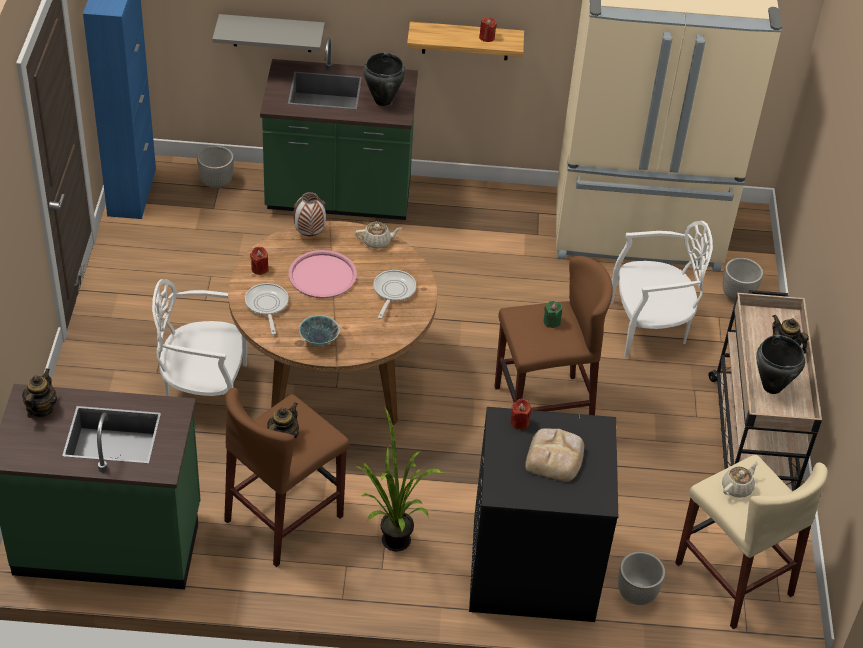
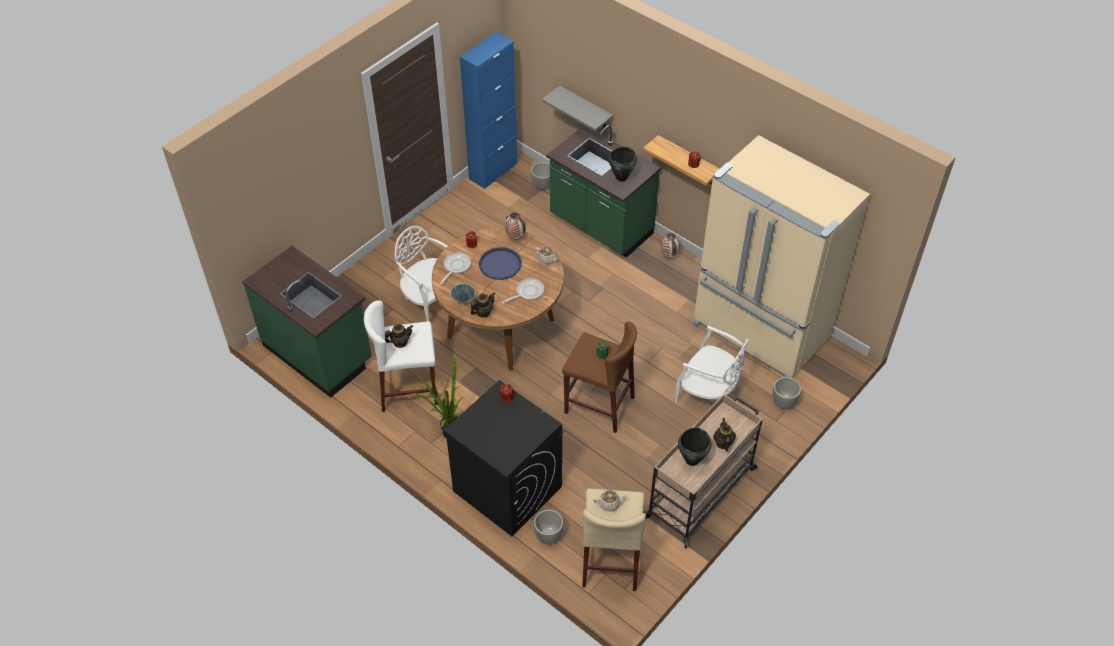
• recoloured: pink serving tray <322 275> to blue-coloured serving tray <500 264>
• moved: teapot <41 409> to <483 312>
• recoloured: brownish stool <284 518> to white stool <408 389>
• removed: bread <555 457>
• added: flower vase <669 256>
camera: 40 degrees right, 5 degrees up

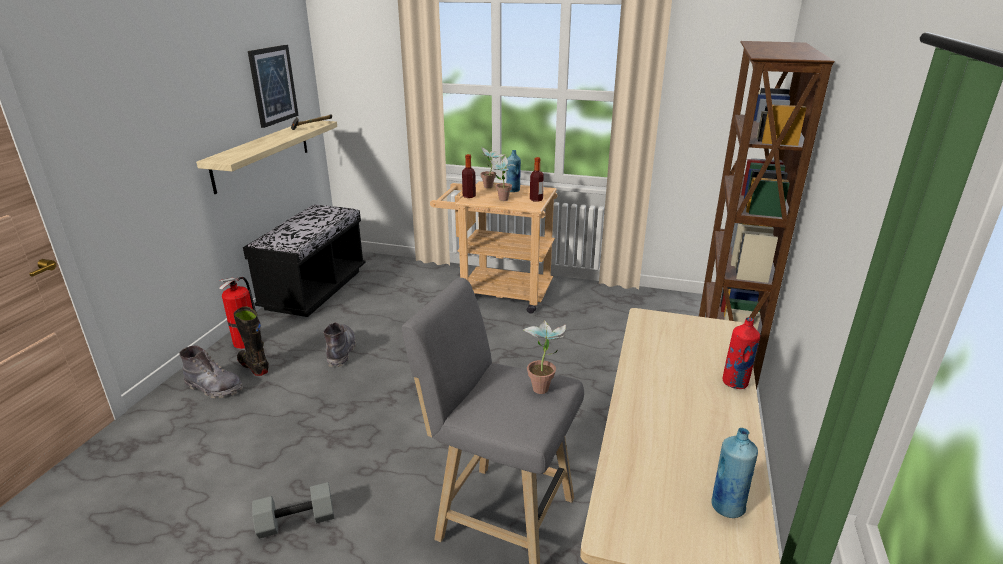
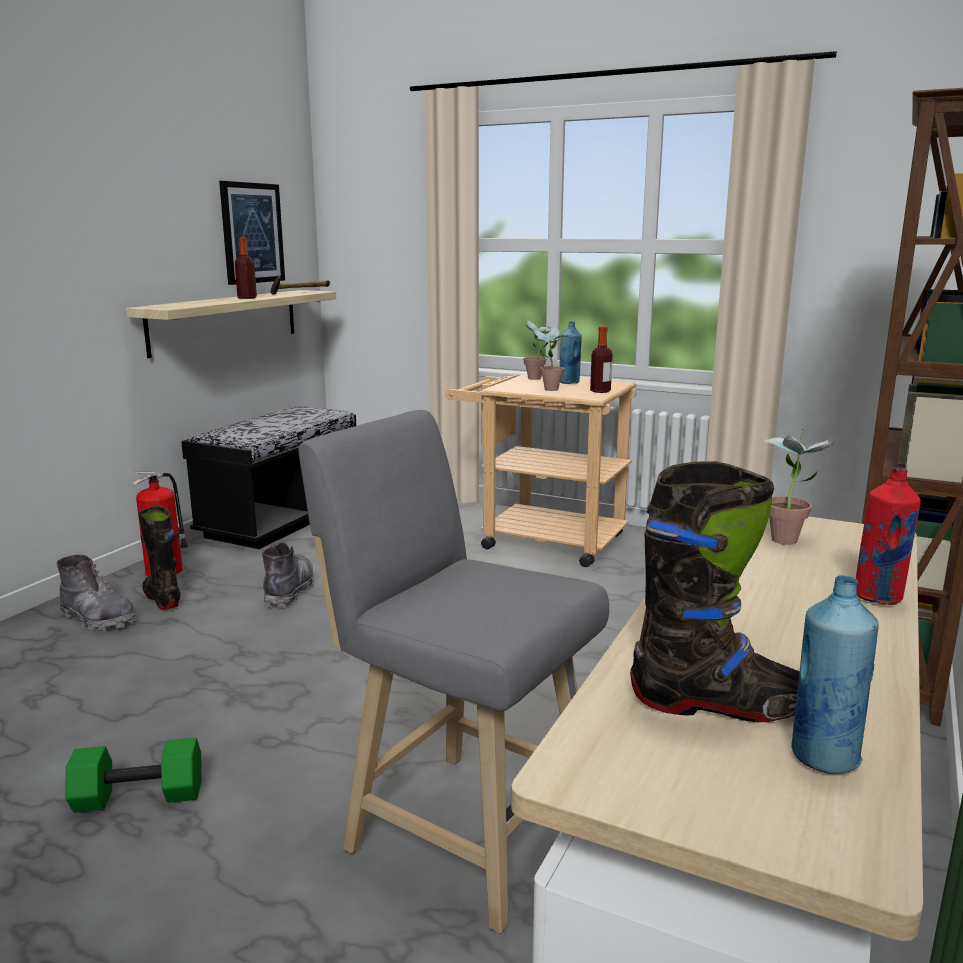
• moved: bottle <469 196> to <247 298>
• moved: houseplant <544 386> to <789 537>
• recoloured: greyish free weight <295 522> to green-coloured free weight <137 798>
• added: black boot <721 705>
camera: 10 degrees right, 10 degrees down

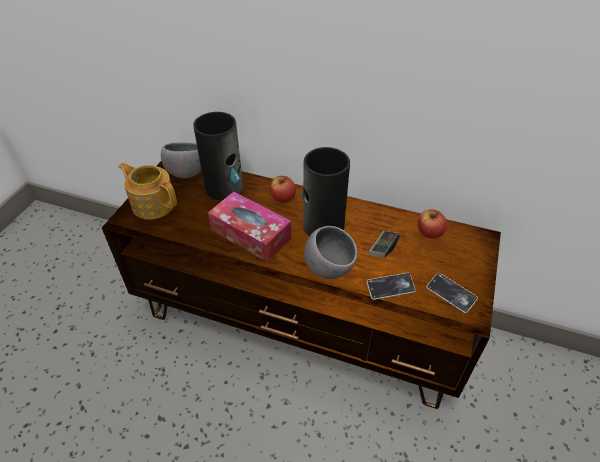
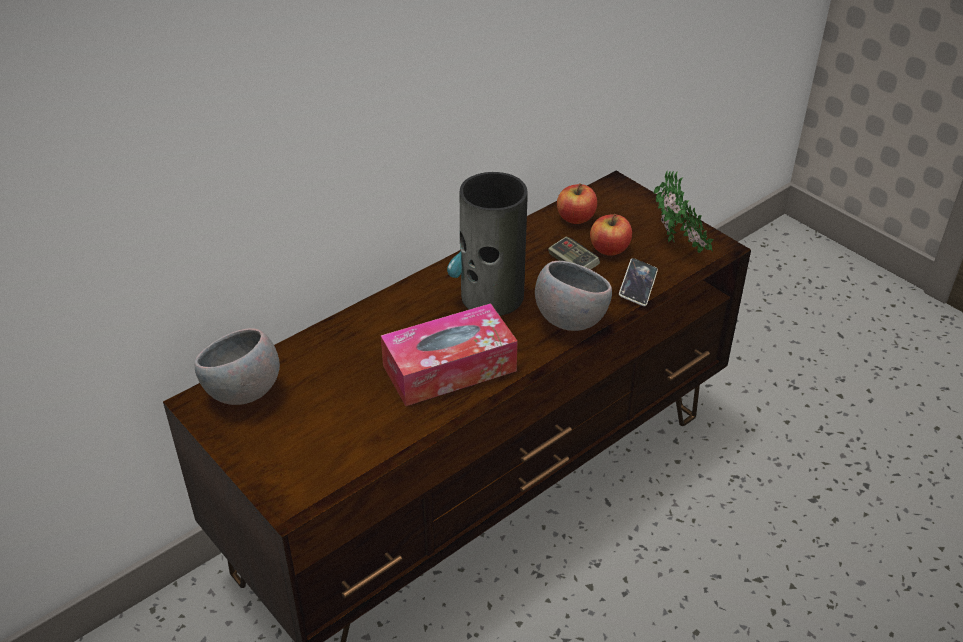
• removed: flower vase <224 187>
• removed: teapot <153 203>
• moved: whole apple <283 197> to <609 249>
• replaced: handset <450 294> to houseplant <678 246>
camera: 60 degrees left, 5 degrees down

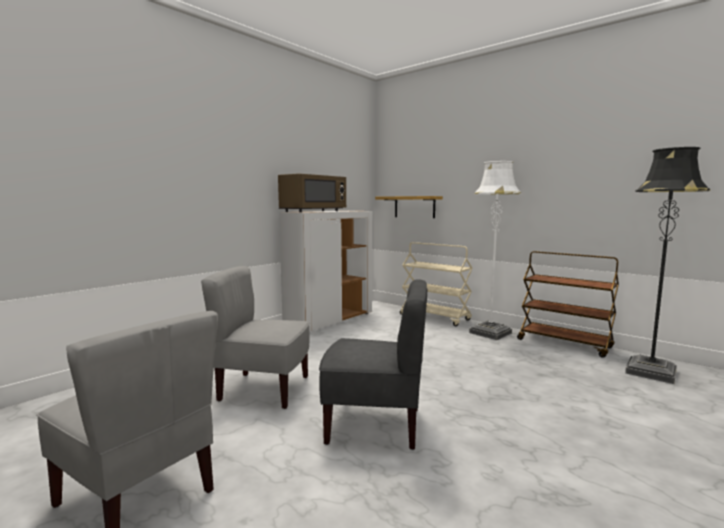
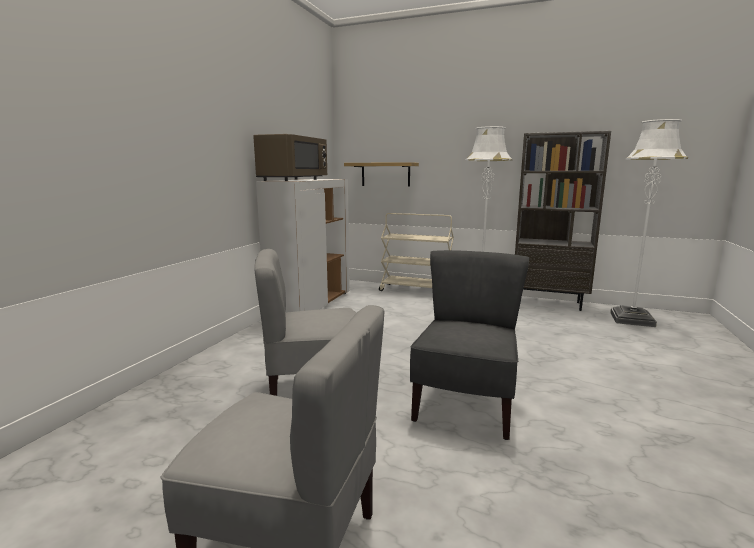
• recoloured: black standard lamp <651 372> to white standard lamp <632 319>
• replaced: brownish cart <564 344> to brownish shelving unit <549 303>
• turned: greyish plain chair <375 424> = <465 406> 60 degrees counterclockwise
camera: 20 degrees left, 5 degrees up

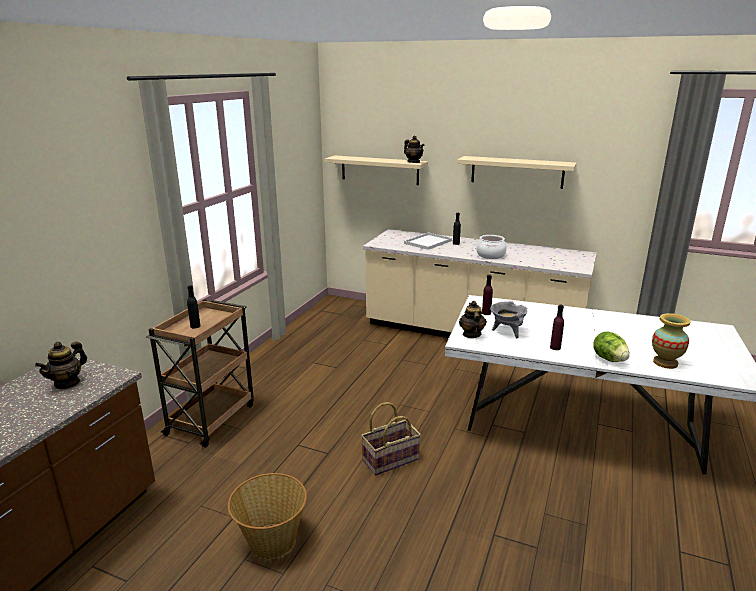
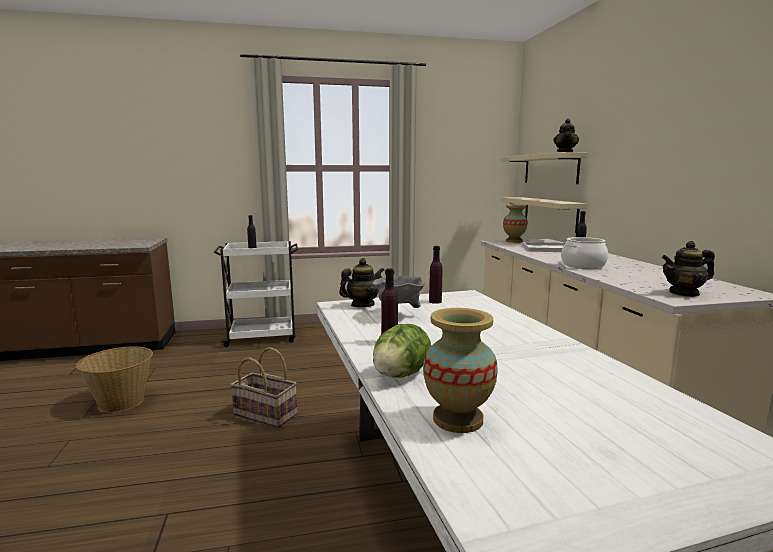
• moved: beige shelf <517 172> to <550 213>
• recoloured: brownish cart <212 418> to white cart <263 337>
• moved: teapot <67 383> to <684 293>
• added: flower vase <514 241>
camera: 55 degrees right, 10 degrees down

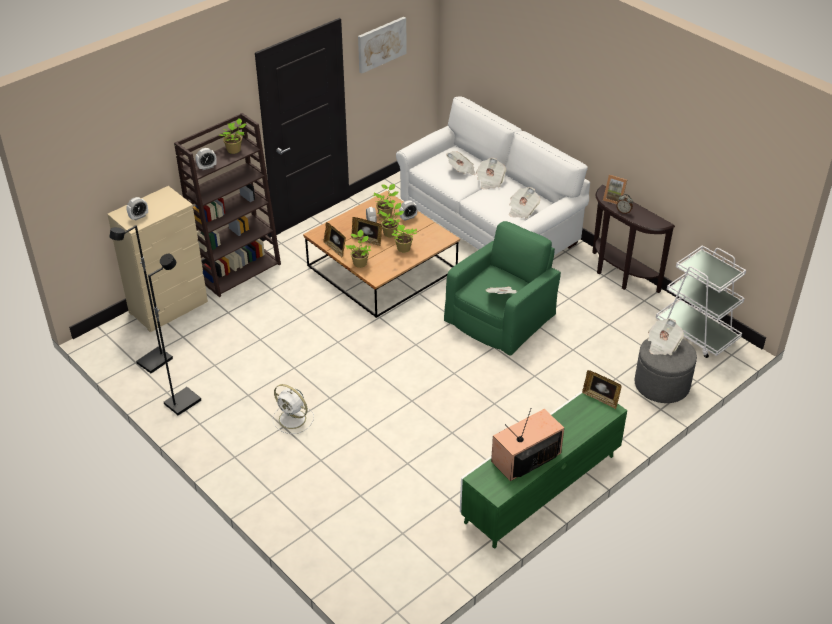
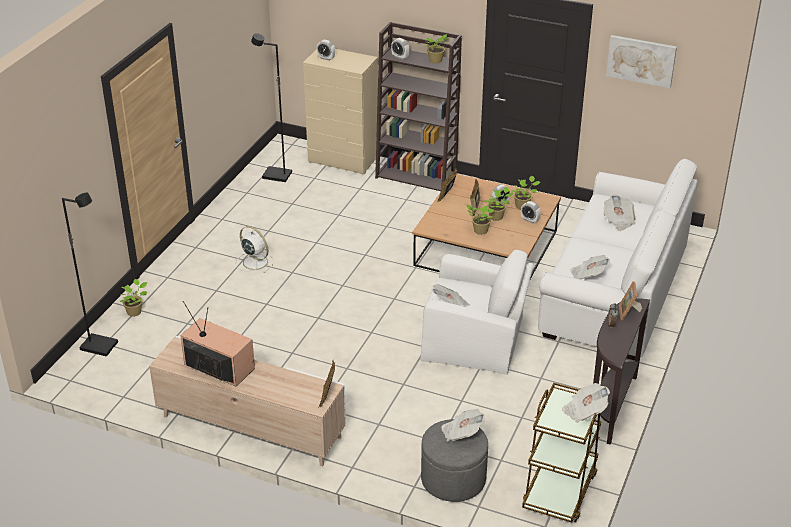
• moved: daily paper <490 181> to <584 411>
• recoloured: green-coloured lounge chair <501 316> to white lounge chair <474 339>
• moved: houseplant <360 263> to <135 312>
• recoloured: white cart <697 333> to brownish cart <559 490>
• moved: black standard lamp <182 402> to <100 346>
• turned: white fan <293 419> = <254 262> 120 degrees clockwise
• recoloured: green-coloured tv stand <540 489> to beige tv stand <251 427>
camera: 65 degrees right, 5 degrees down

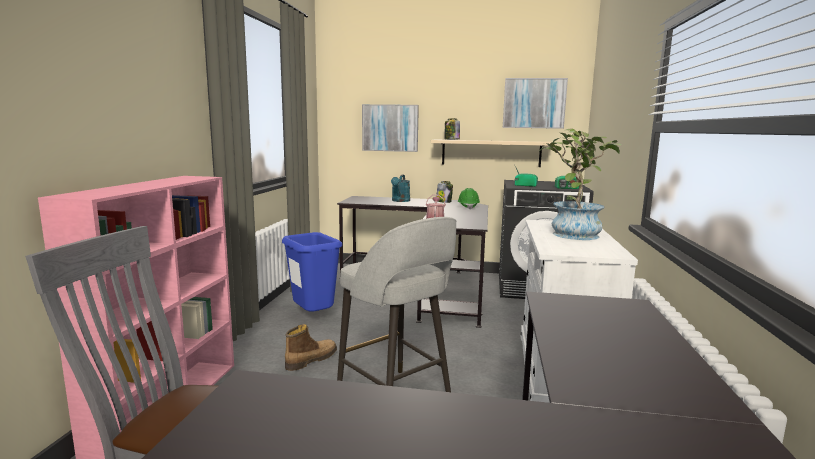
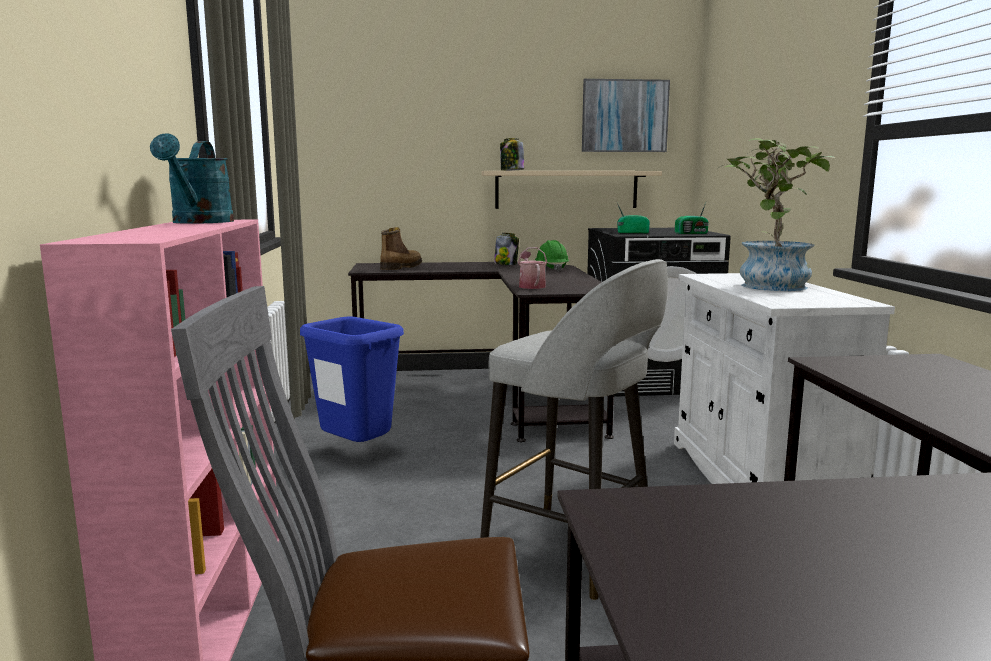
• removed: wall art <390 128>
• moved: turquoise-coloured watering can <400 201> to <199 222>
• moved: boot <311 360> to <400 267>
camera: 15 degrees left, 0 degrees up

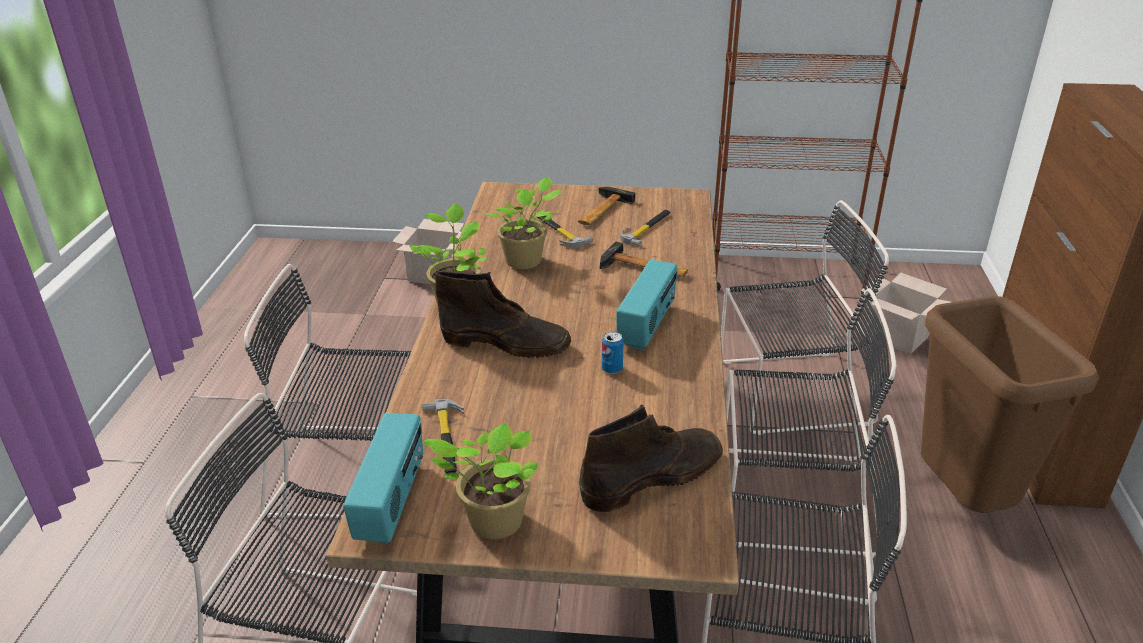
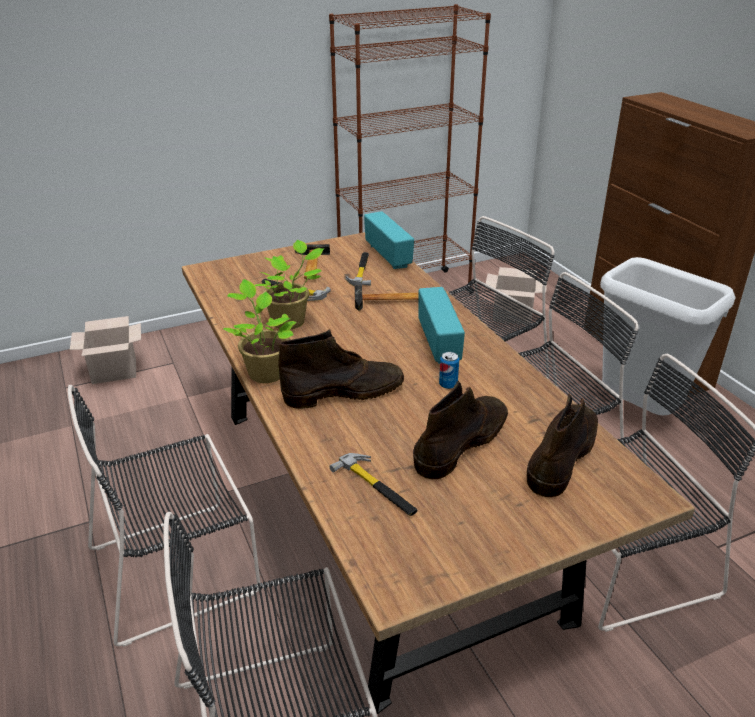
• recoloured: brownish trash can <963 500> to white trash can <639 412>
• moved: radio set <392 502> to <389 256>
• removed: houseplant <491 523>
• added: brownish boot <462 442>
camera: 30 degrees left, 0 degrees up

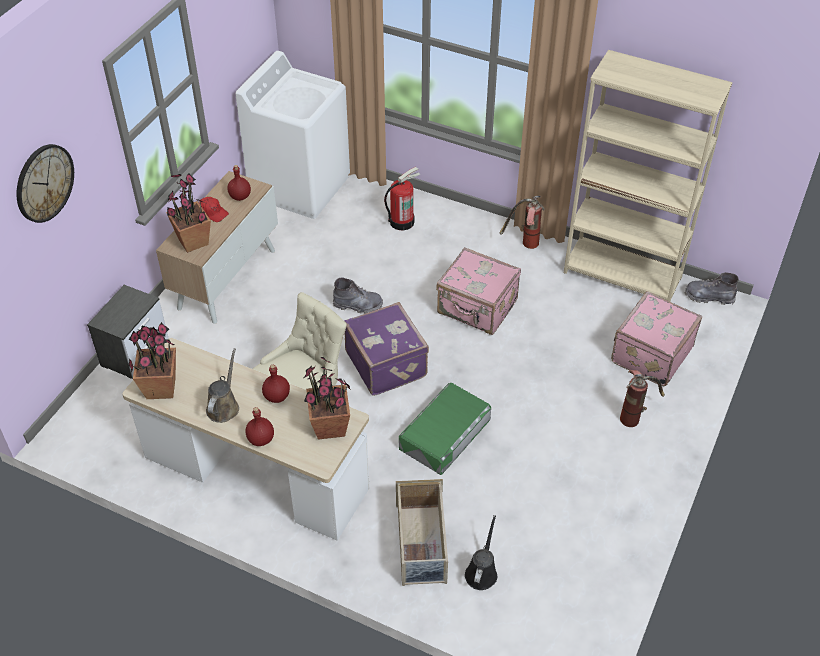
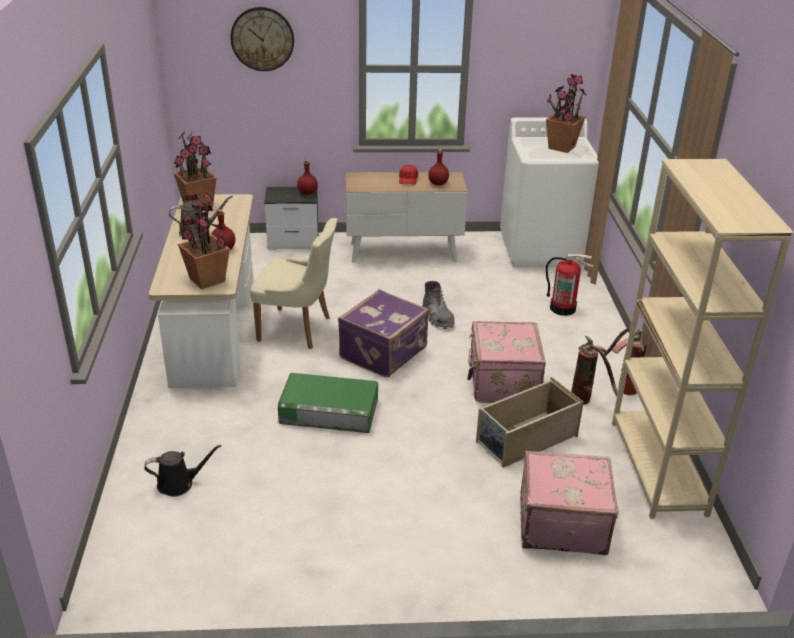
• moved: houseplant <193 242> to <561 147>
• removed: greyish boot <709 297>
• moved: fire-fighting cylinder <634 415> to <588 400>
• moved: red-coloured bottle <261 439> to <308 192>
• moved: beige storage box <422 544> to <526 439>
camera: 60 degrees right, 15 degrees down

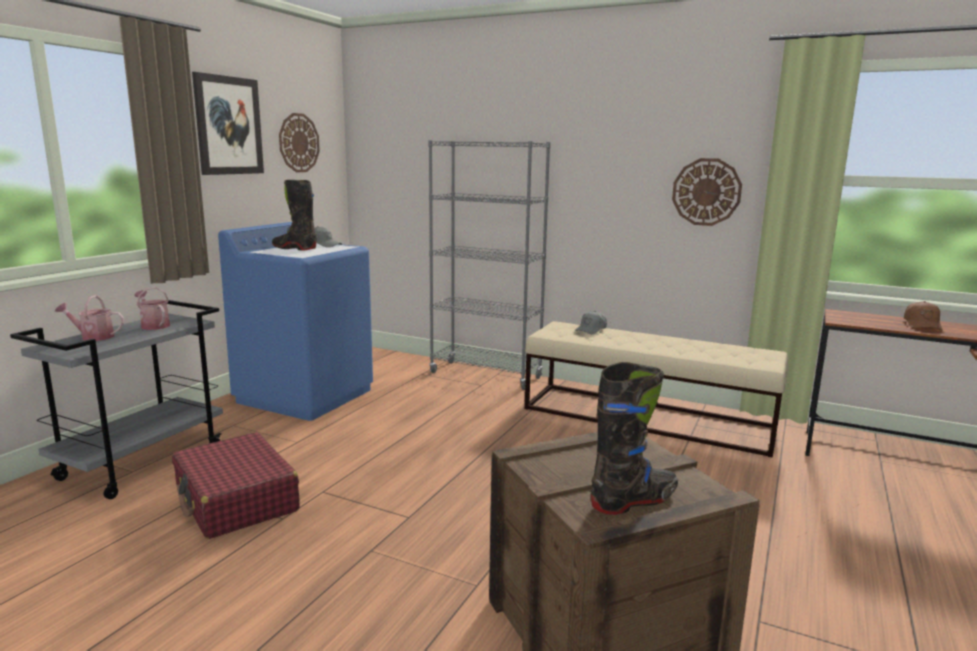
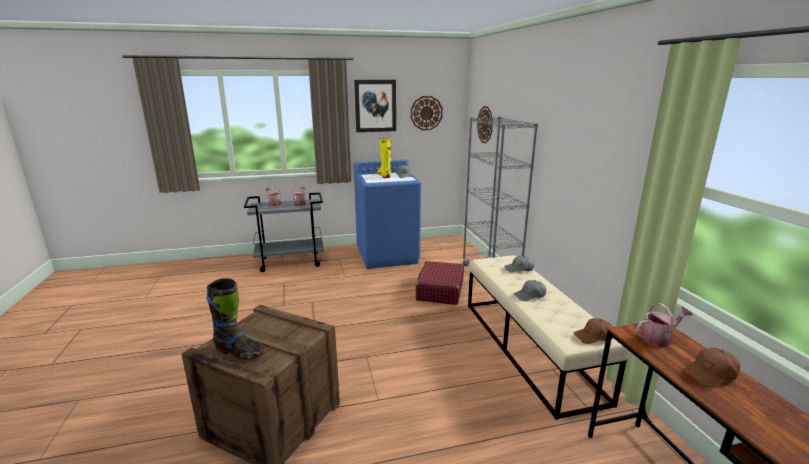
• moved: wall clock <706 192> to <485 124>
• recoloured: black boot <295 248> to yellowish boot <384 176>
• moved: red-coloured piece of luggage <236 500> to <440 290>
• added: greyish peaked cap <530 295>
• added: watering can <659 338>
• added: brownish peaked cap <593 336>
camera: 50 degrees right, 5 degrees up

